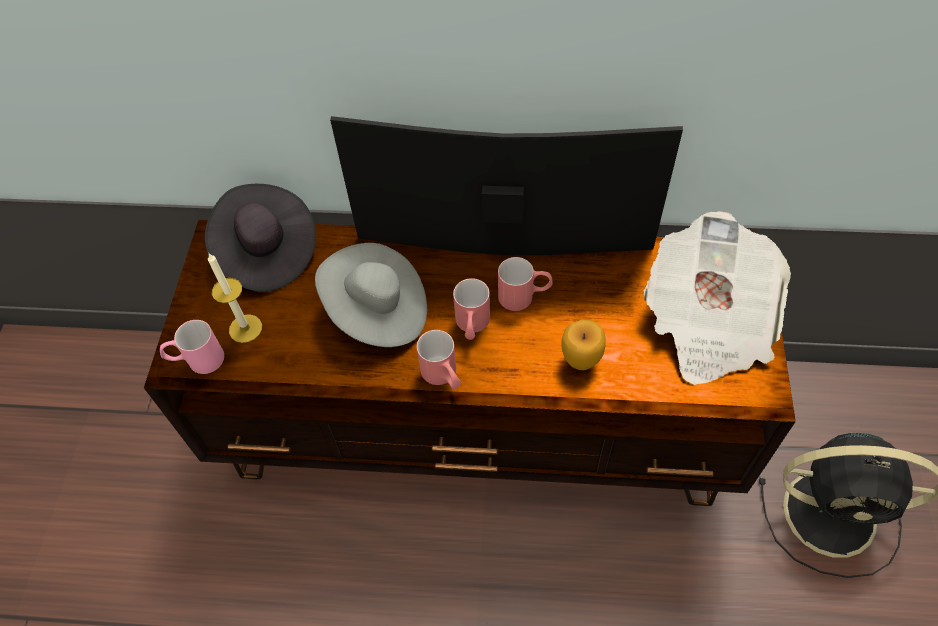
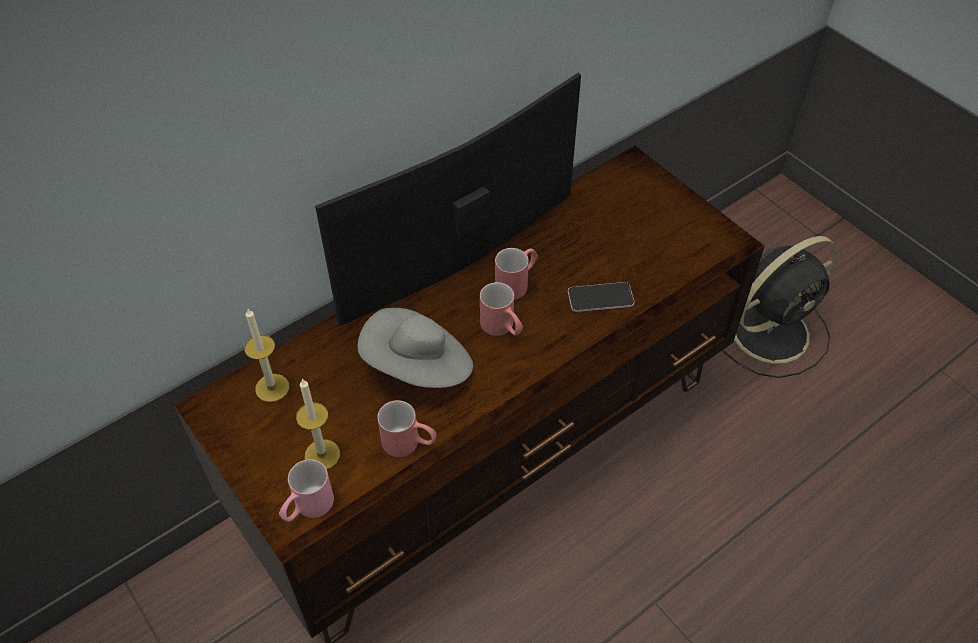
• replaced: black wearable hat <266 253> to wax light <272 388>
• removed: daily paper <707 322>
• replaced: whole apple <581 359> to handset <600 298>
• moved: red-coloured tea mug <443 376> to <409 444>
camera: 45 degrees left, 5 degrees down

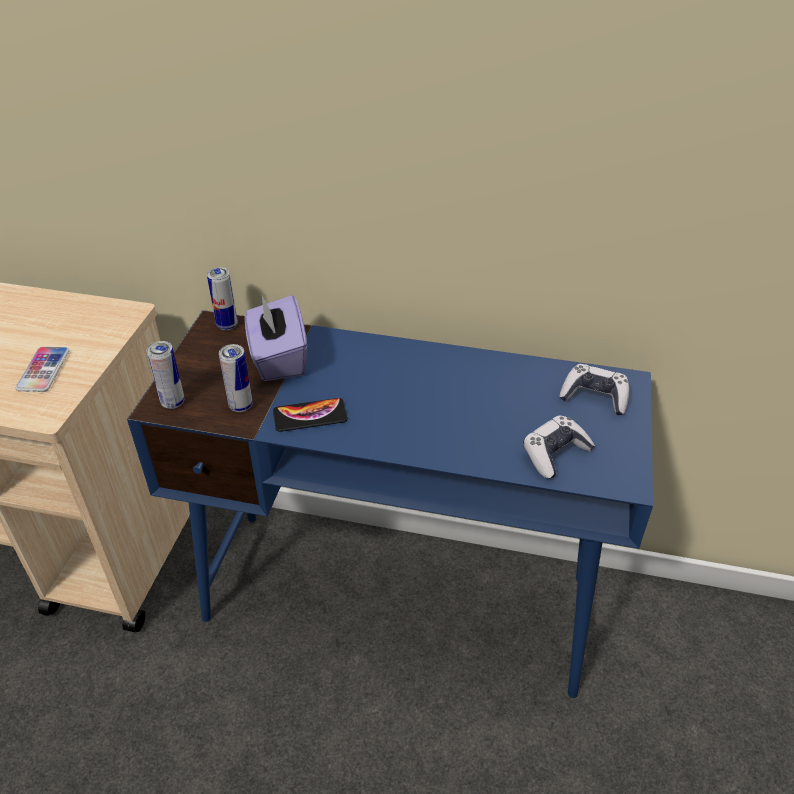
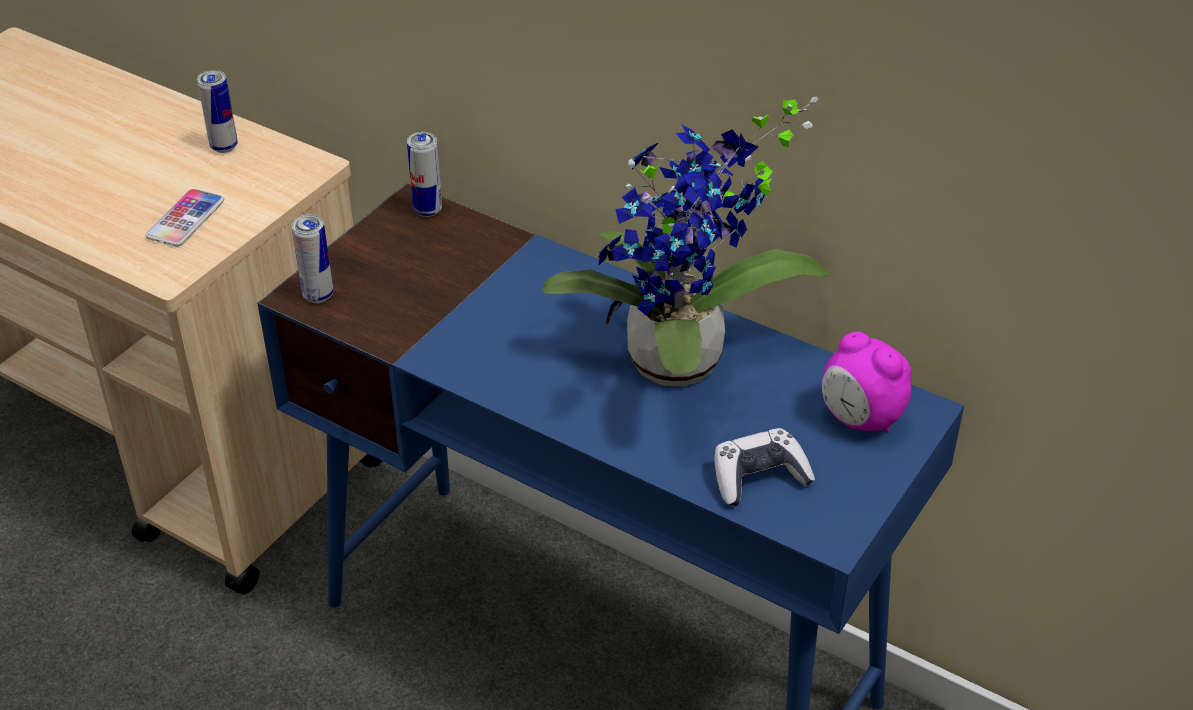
• removed: purplish box of tissues <278 358>
• moved: metal can <241 406> to <224 147>
• replaced: joypad <594 397> to bedside clock <860 419>
• removed: handset <310 416>
• added: houseplant <680 368>
camera: 20 degrees right, 0 degrees up

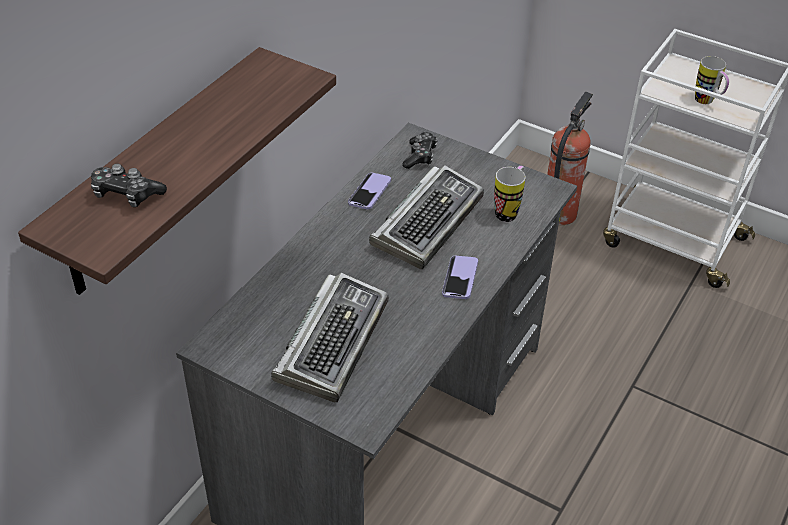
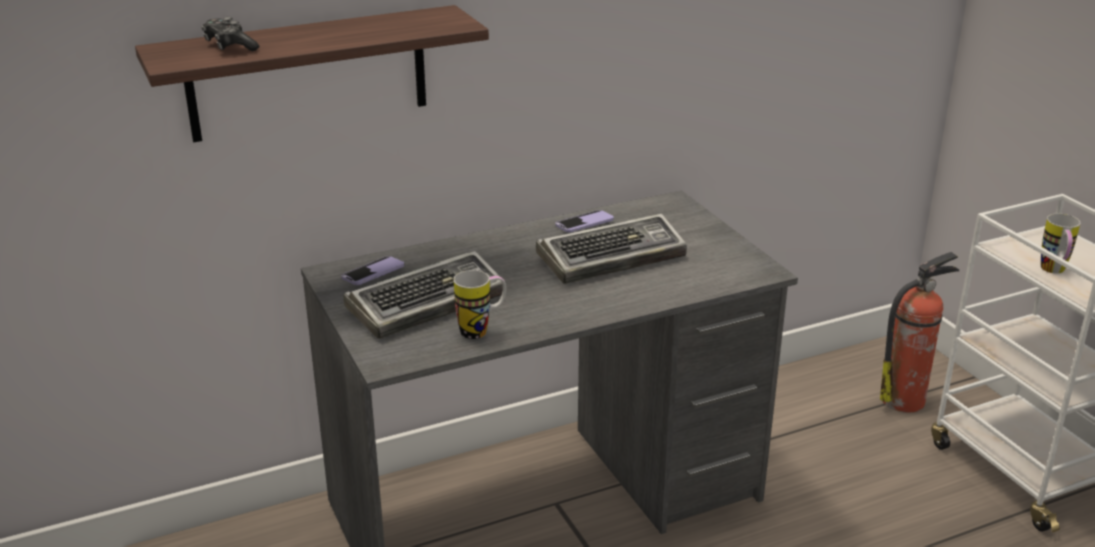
• removed: joypad <420 156>
• moved: tea mug <509 211> to <482 330>
• moved: handset <460 278> to <373 272>
camera: 35 degrees right, 15 degrees down

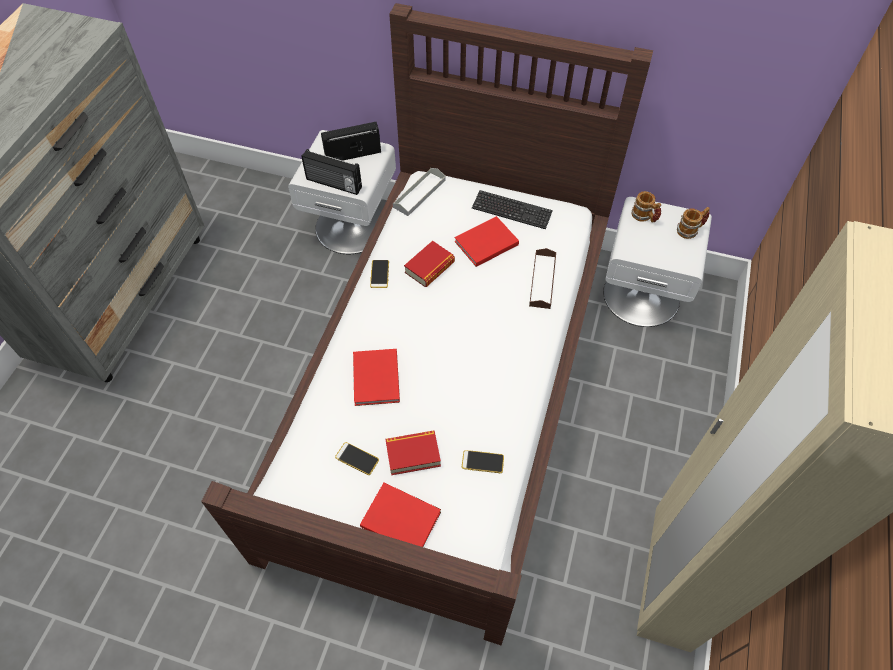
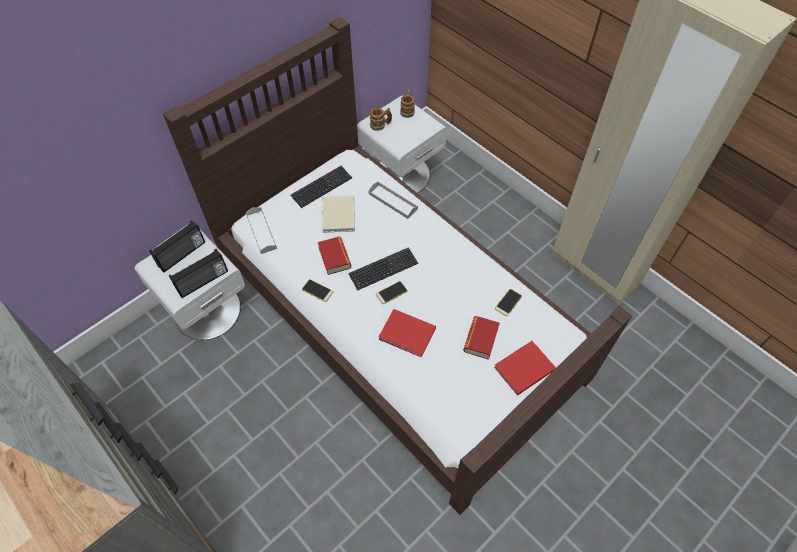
• turned: radio set <353 153> = <182 255> 150 degrees counterclockwise
• recoloured: red-coloured book <484 243> to beige book <338 216>
• recoloured: brownish serving tray <542 280> to greyish serving tray <393 201>
• moved: handset <357 458> to <391 293>
• added: keyboard <383 269>
camera: 60 degrees left, 0 degrees up

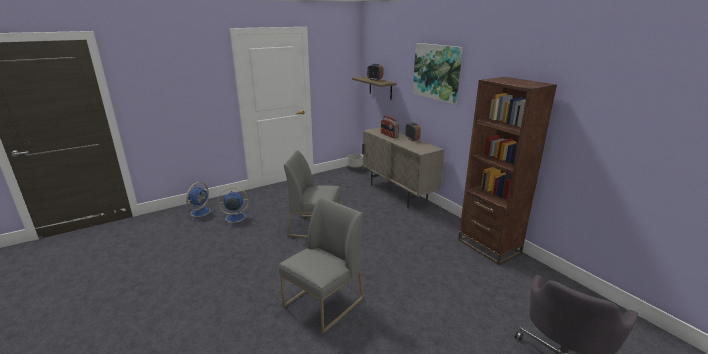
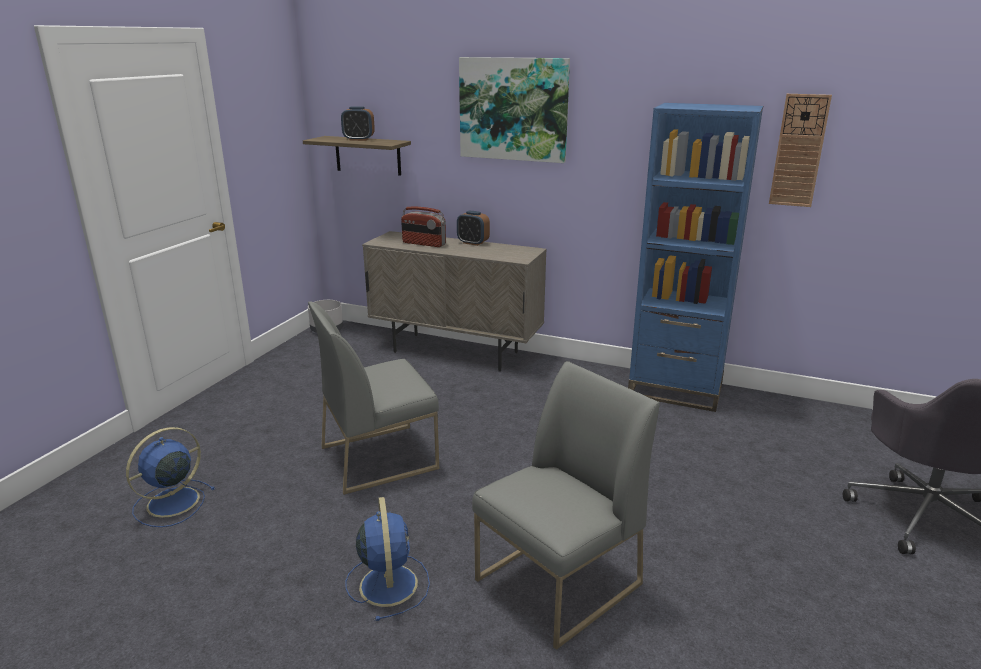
• recoloured: brownish shelving unit <489 246> to blue-coloured shelving unit <675 390>
• moved: blue-coloured fan <201 211> to <388 583>
• turned: greyish plain chair <323 303> = <558 583> 45 degrees clockwise
• added: wall clock <799 151>
camera: 35 degrees left, 0 degrees up

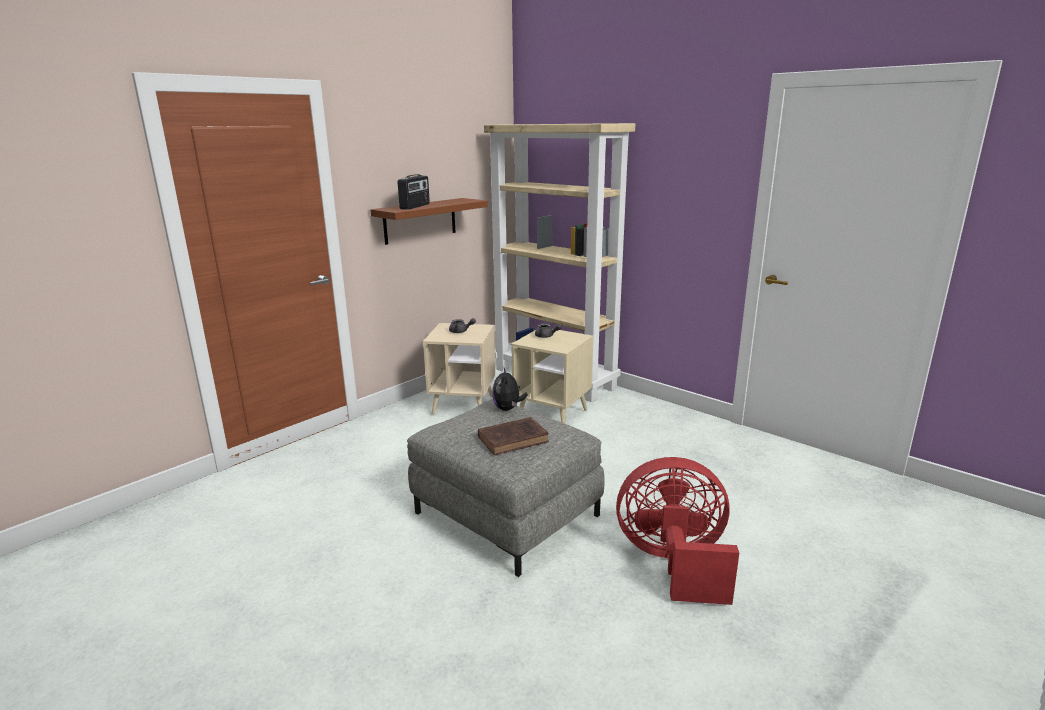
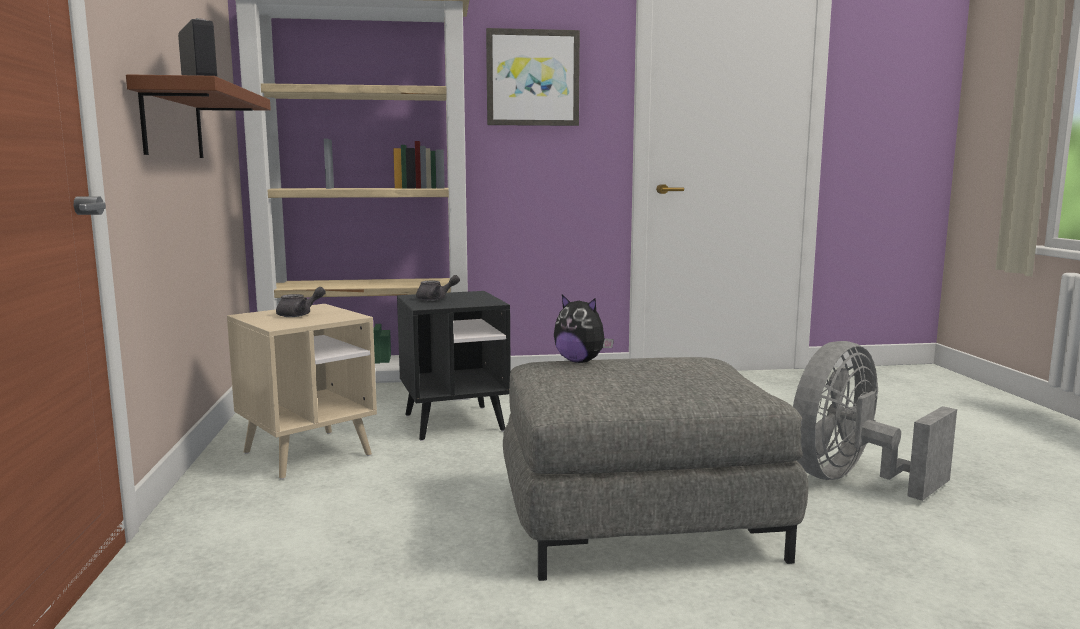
• recoloured: beige side table <552 414> to black side table <454 423>
• removed: brownish book <514 439>
• recoloured: red-coloured fan <673 563> to greyish fan <851 480>
• added: wall art <532 78>
camera: 50 degrees left, 10 degrees down

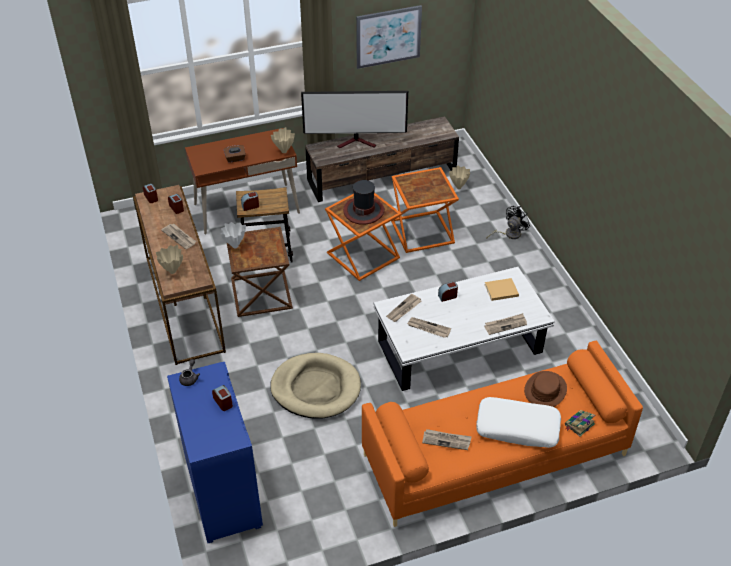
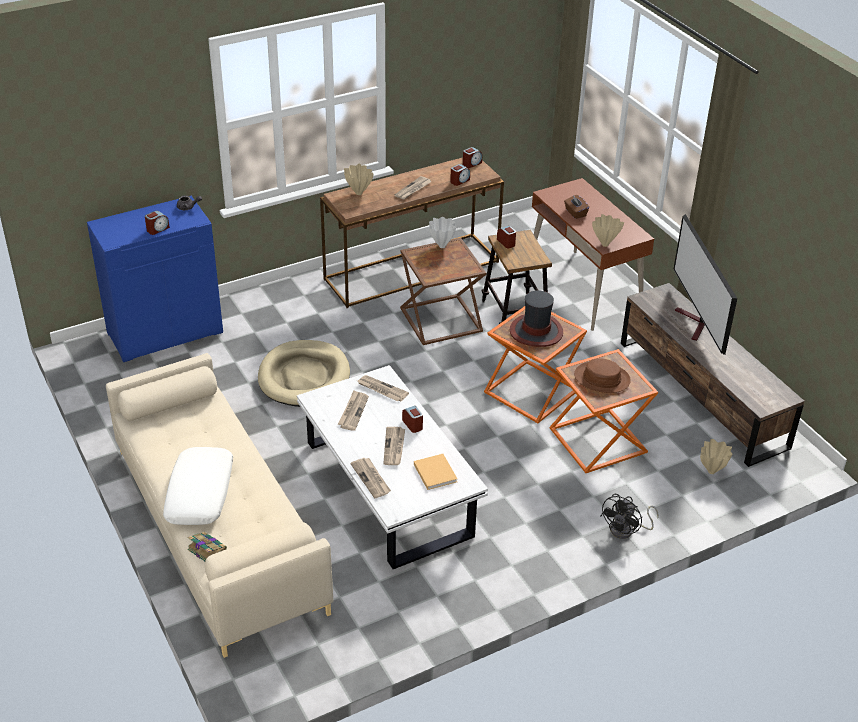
• removed: wall art <388 36>
• turned: black fan <509 234> = <627 530> 90 degrees clockwise
• recoloured: orange couch <494 455> to beige couch <217 528>
• moved: brownish wearable hat <545 390> to <602 378>
• moved: daily paper <446 440> to <394 447>
camera: 80 degrees right, 5 degrees down

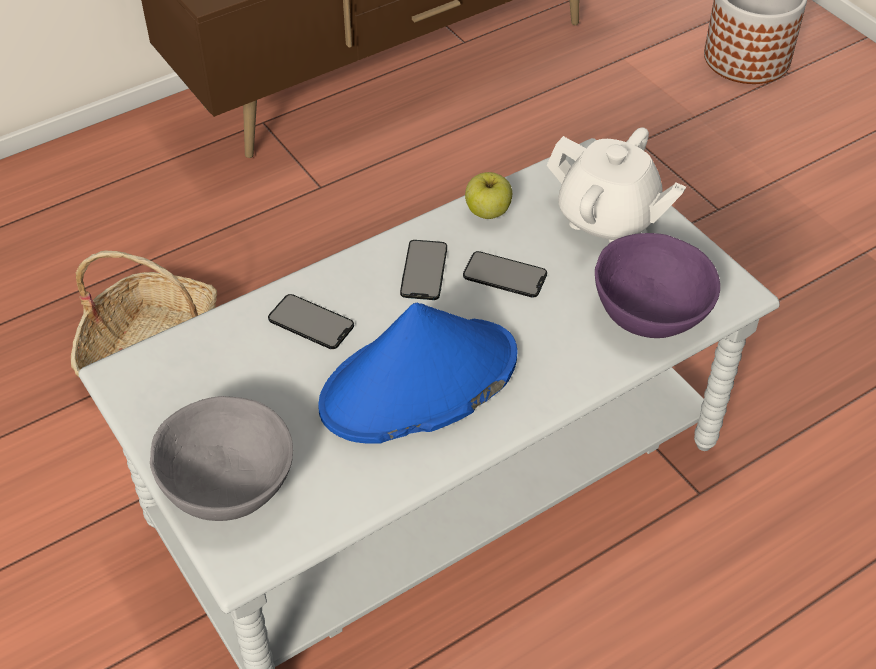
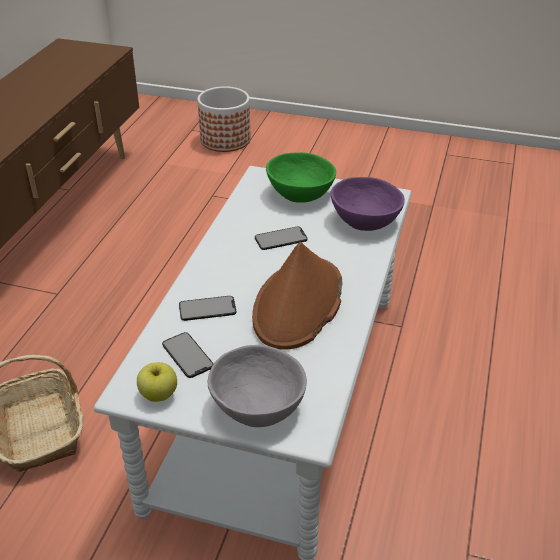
• replaced: white teapot <608 219> to green-coloured bowl <299 194>
• moved: whole apple <488 211> to <159 394>
• moved: handset <424 270> to <187 355>
• recoloured: blue-coloured wearable hat <419 383> to brownish wearable hat <298 304>
camera: 40 degrees left, 10 degrees down

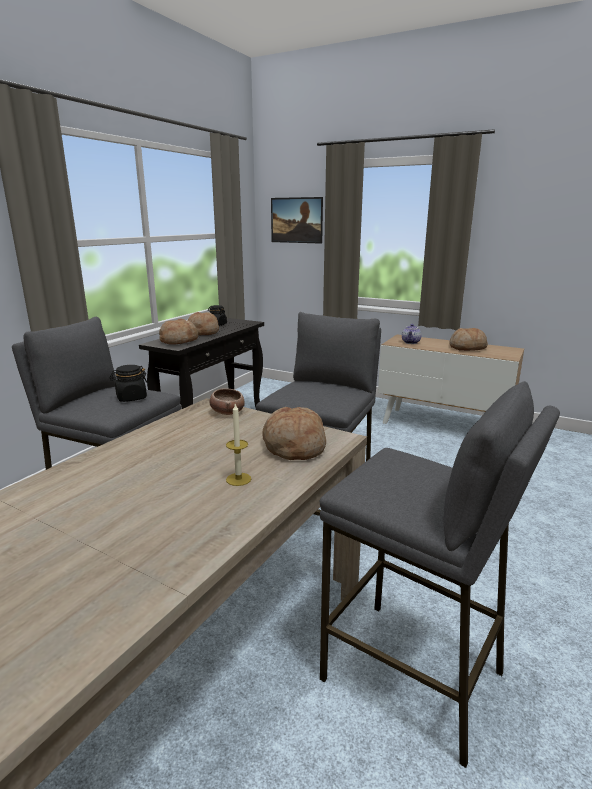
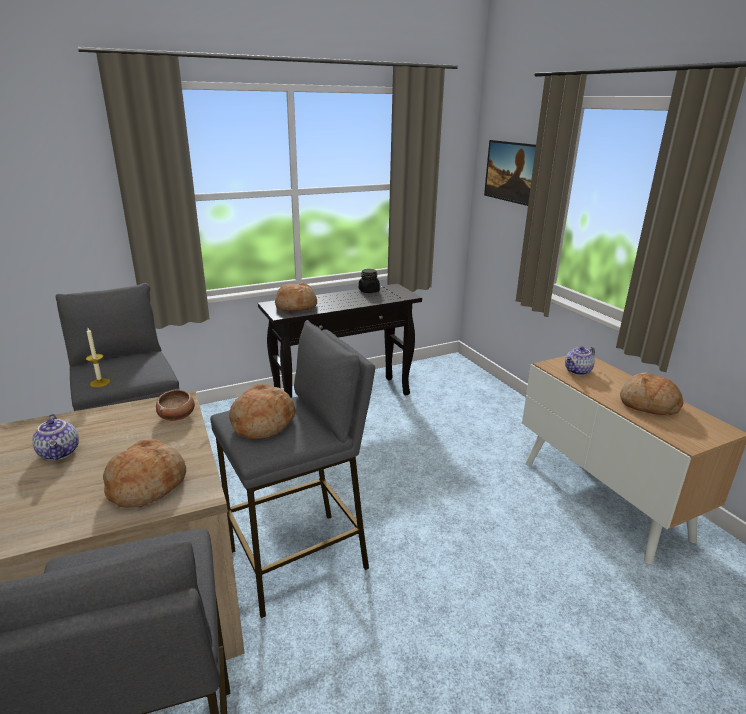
• moved: bread <203 332> to <262 423>
• removed: black jar <131 398>
• moved: wax light <238 479> to <100 383>
• added: teapot <60 453>
camera: 35 degrees right, 5 degrees up

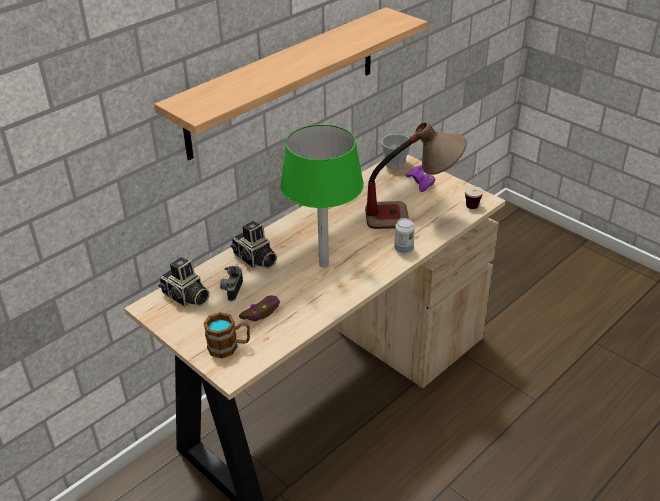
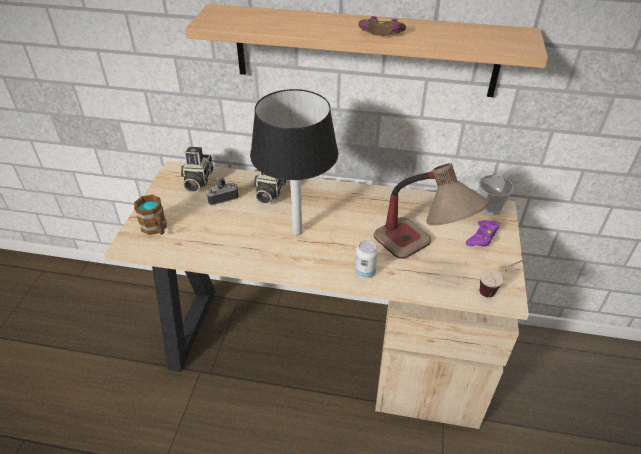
• recoloured: green-coloured lamp for a table <324 264> to black lamp for a table <297 232>
• moved: brownish joypad <261 312> to <381 32>
camera: 55 degrees right, 5 degrees up

